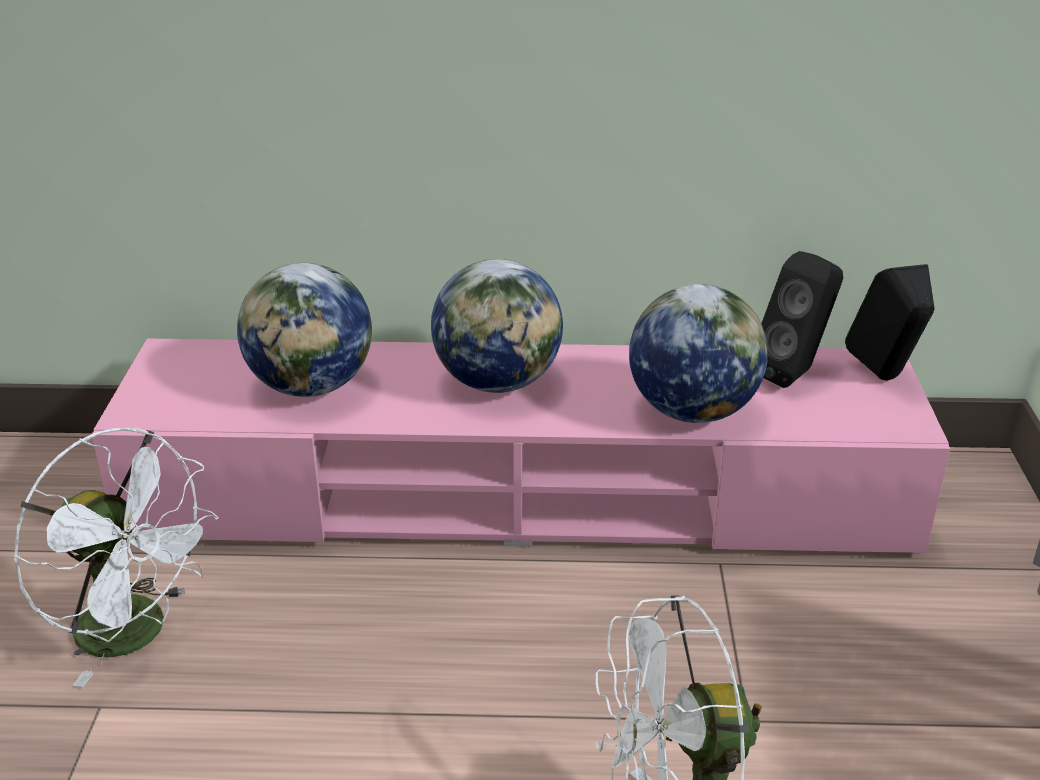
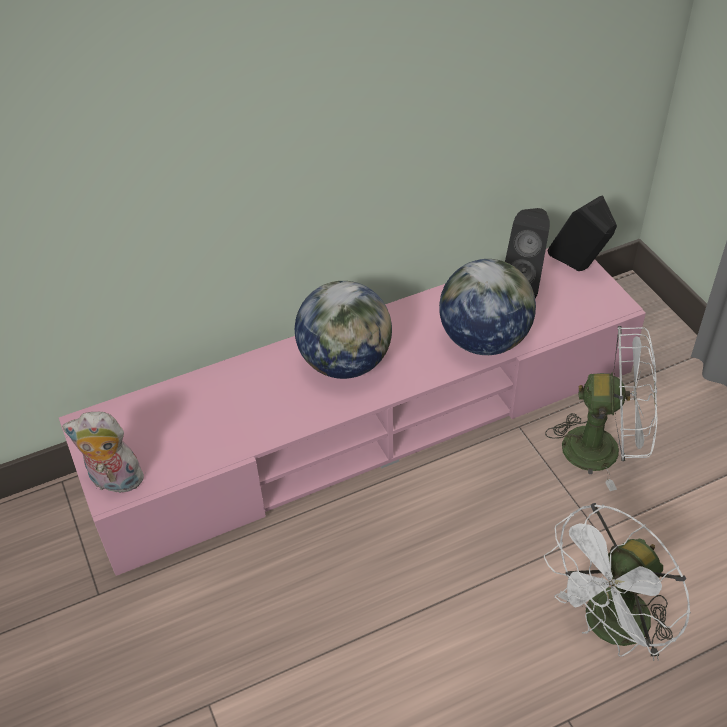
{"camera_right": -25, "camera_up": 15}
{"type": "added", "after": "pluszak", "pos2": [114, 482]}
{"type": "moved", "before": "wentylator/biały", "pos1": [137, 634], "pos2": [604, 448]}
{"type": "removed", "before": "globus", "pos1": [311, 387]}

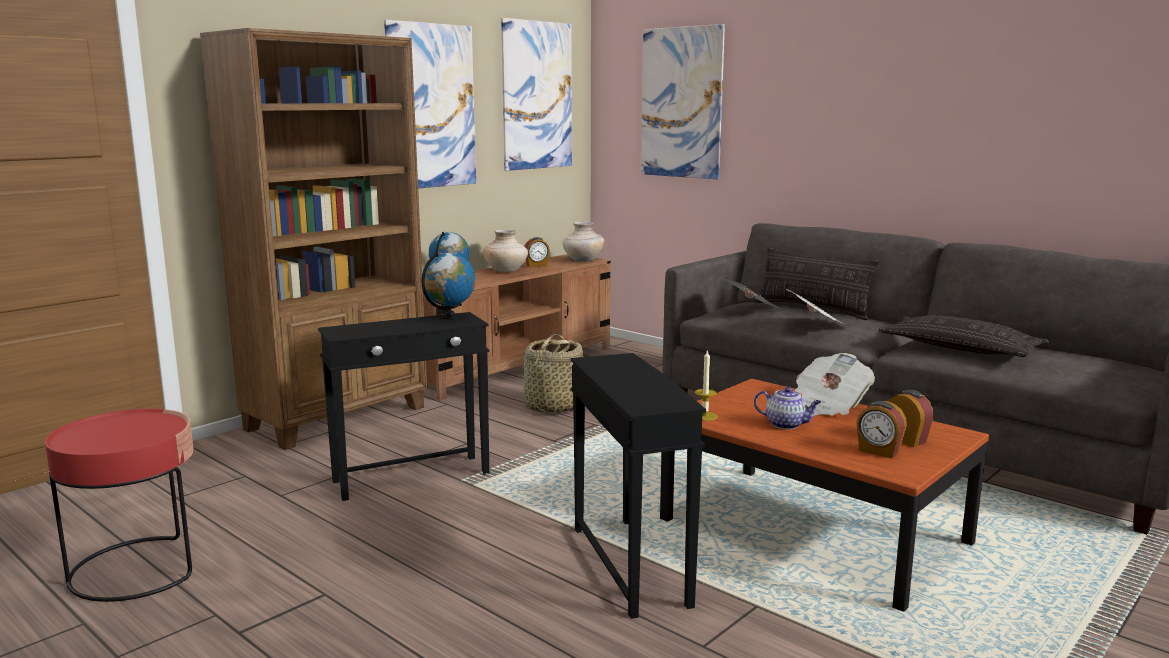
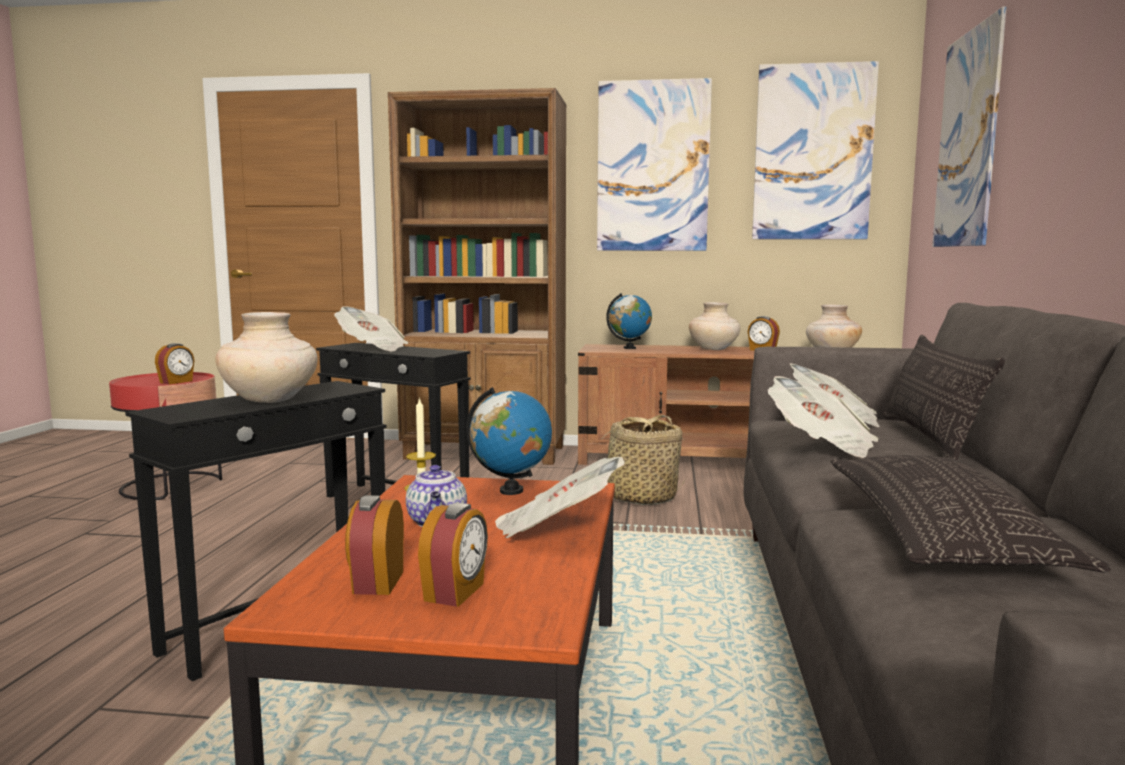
{"camera_right": 55, "camera_up": -5}
{"type": "added", "after": "budzik", "pos2": [176, 382]}
{"type": "added", "after": "wazon/beżowy", "pos2": [270, 400]}
{"type": "added", "after": "gazeta", "pos2": [372, 348]}
{"type": "moved", "before": "globus", "pos1": [450, 317], "pos2": [511, 491]}

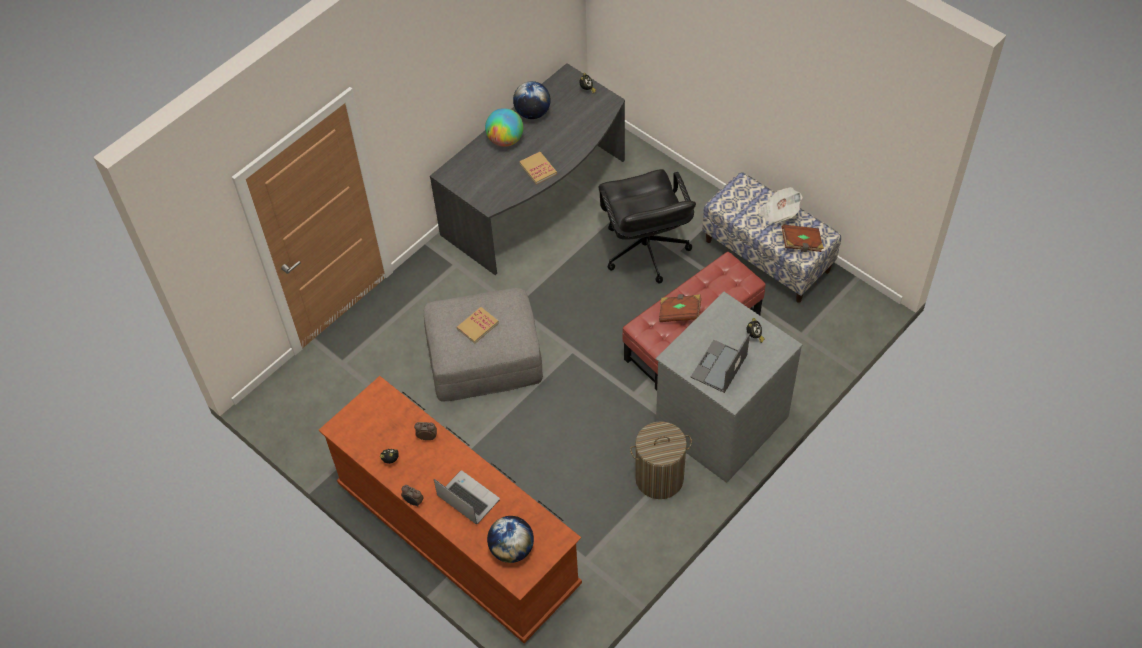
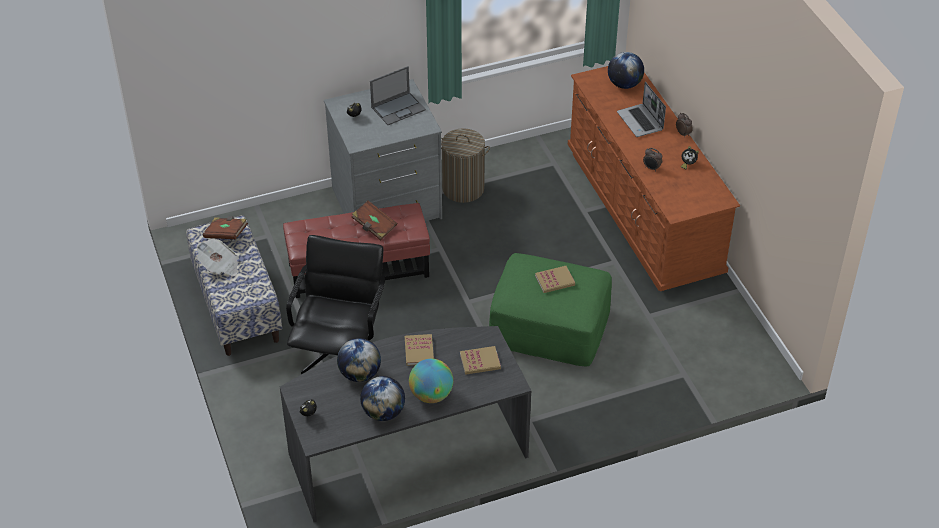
{"camera_right": -155, "camera_up": -10}
{"type": "added", "after": "globus", "pos2": [360, 374]}
{"type": "added", "after": "książka", "pos2": [480, 361]}
{"type": "recoloured", "before": "pufa/szary", "after": "pufa/zielony", "pos1": [484, 357], "pos2": [549, 326]}

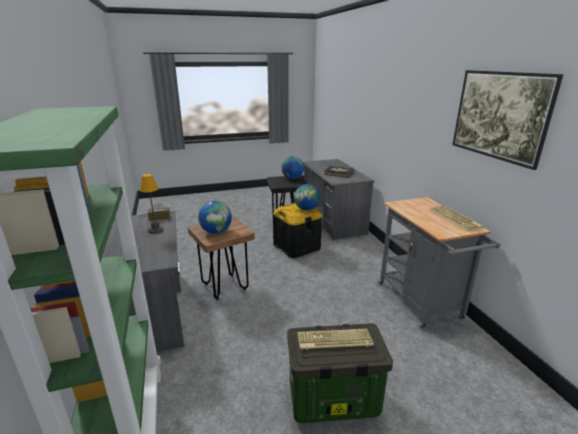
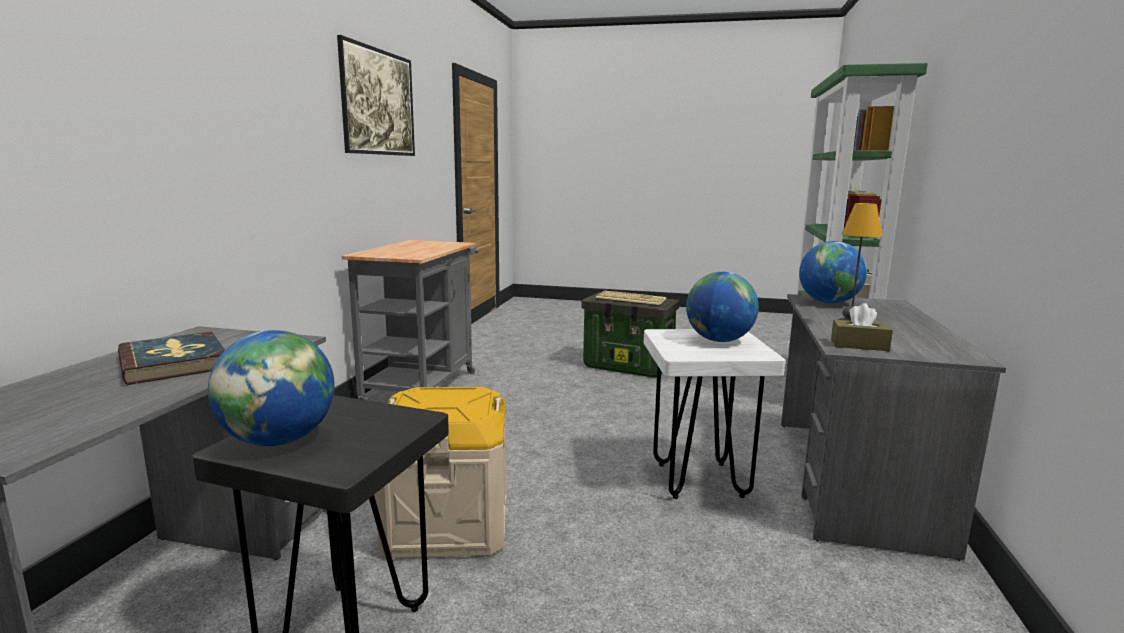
{"camera_right": -150, "camera_up": -10}
{"type": "recoloured", "before": "pojemnik do przechowywania/czarny", "after": "pojemnik do przechowywania/beżowy", "pos1": [297, 246], "pos2": [447, 523]}
{"type": "recoloured", "before": "stołek/brązowy", "after": "stołek/biały", "pos1": [225, 287], "pos2": [699, 480]}
{"type": "moved", "before": "globus", "pos1": [306, 209], "pos2": [828, 302]}
{"type": "removed", "before": "klawiatura", "pos1": [455, 218]}

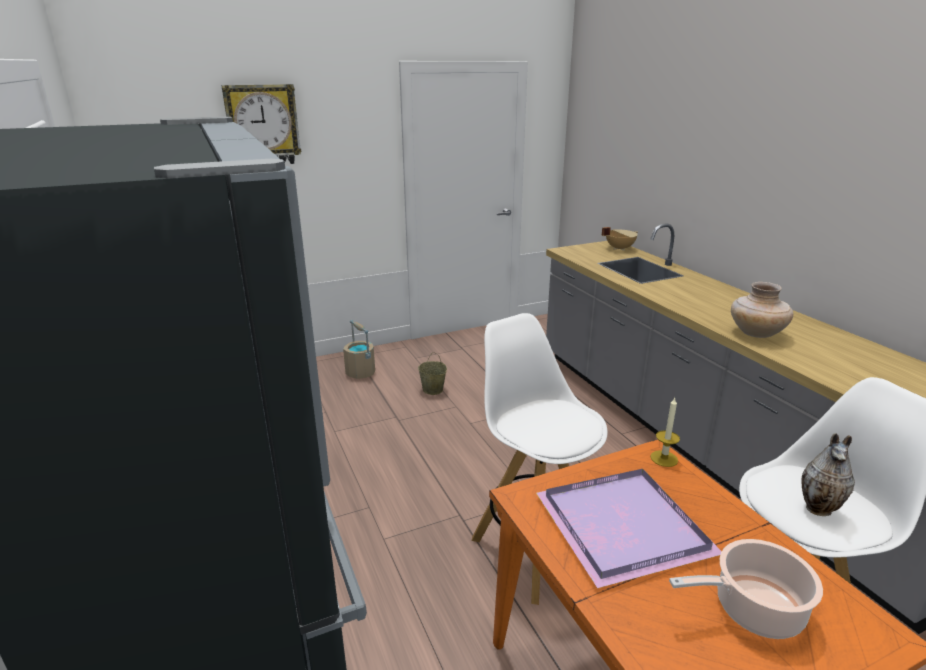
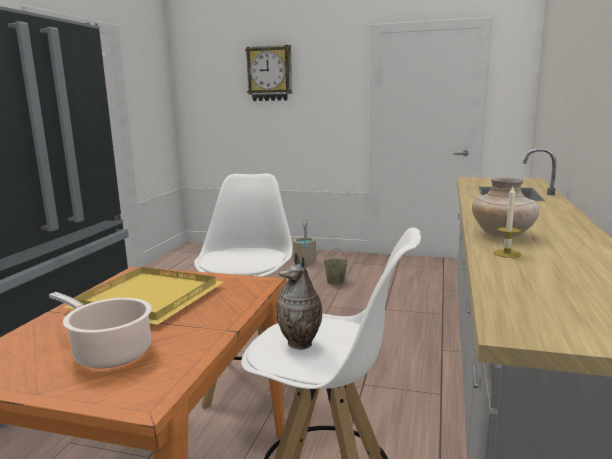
{"camera_right": 40, "camera_up": -10}
{"type": "recoloured", "before": "taca/fioletowy", "after": "taca/żółty", "pos1": [619, 525], "pos2": [148, 297]}
{"type": "moved", "before": "świeca", "pos1": [664, 458], "pos2": [507, 253]}
{"type": "removed", "before": "garnek/beżowy", "pos1": [619, 248]}

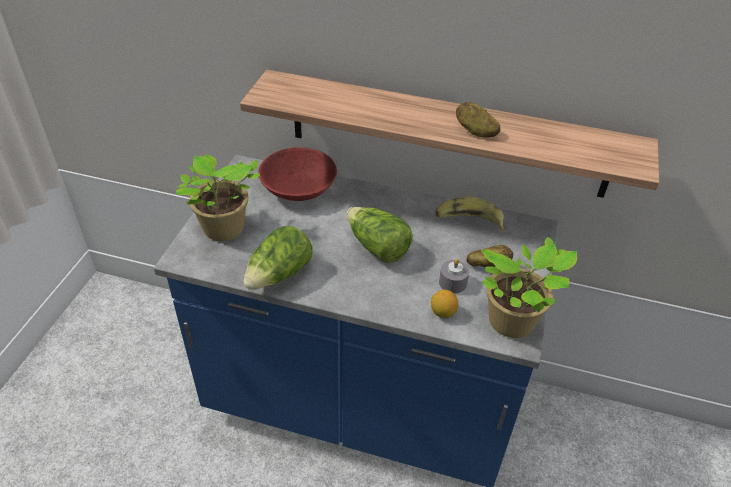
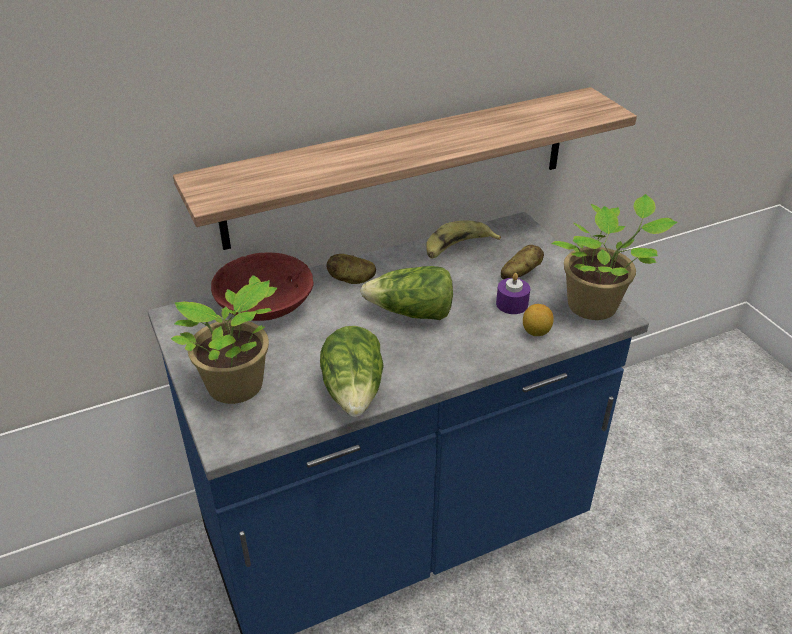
{"camera_right": -40, "camera_up": -5}
{"type": "moved", "before": "ziemniak", "pos1": [475, 131], "pos2": [351, 280]}
{"type": "recoloured", "before": "świeca/szary", "after": "świeca/fioletowy", "pos1": [452, 282], "pos2": [512, 304]}

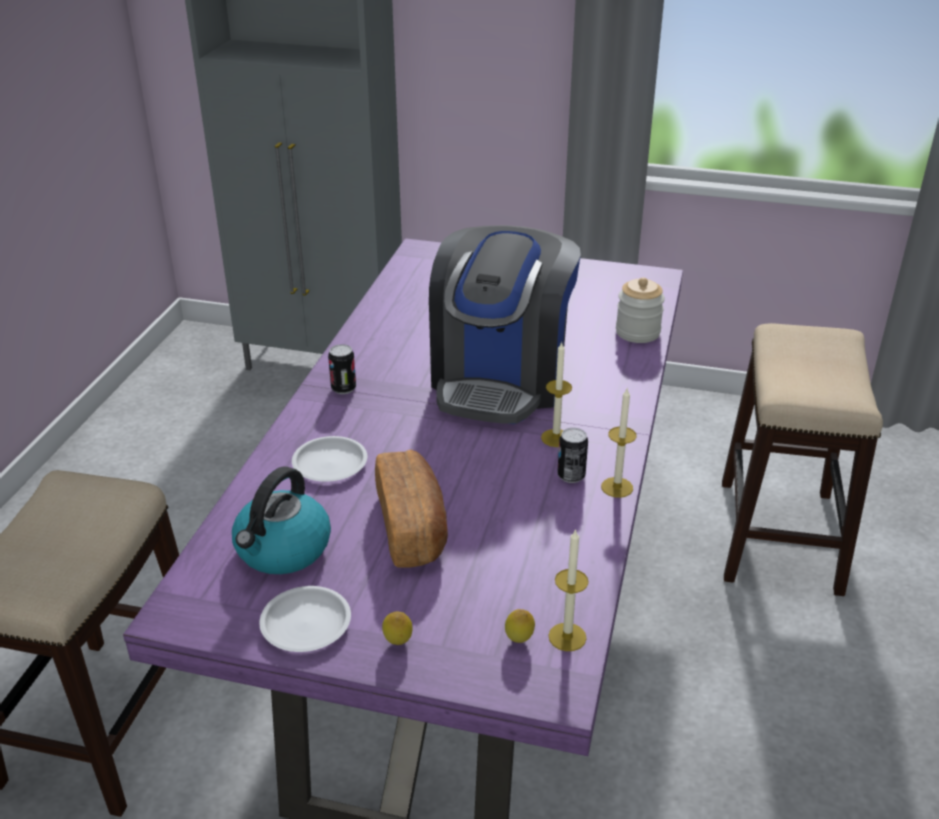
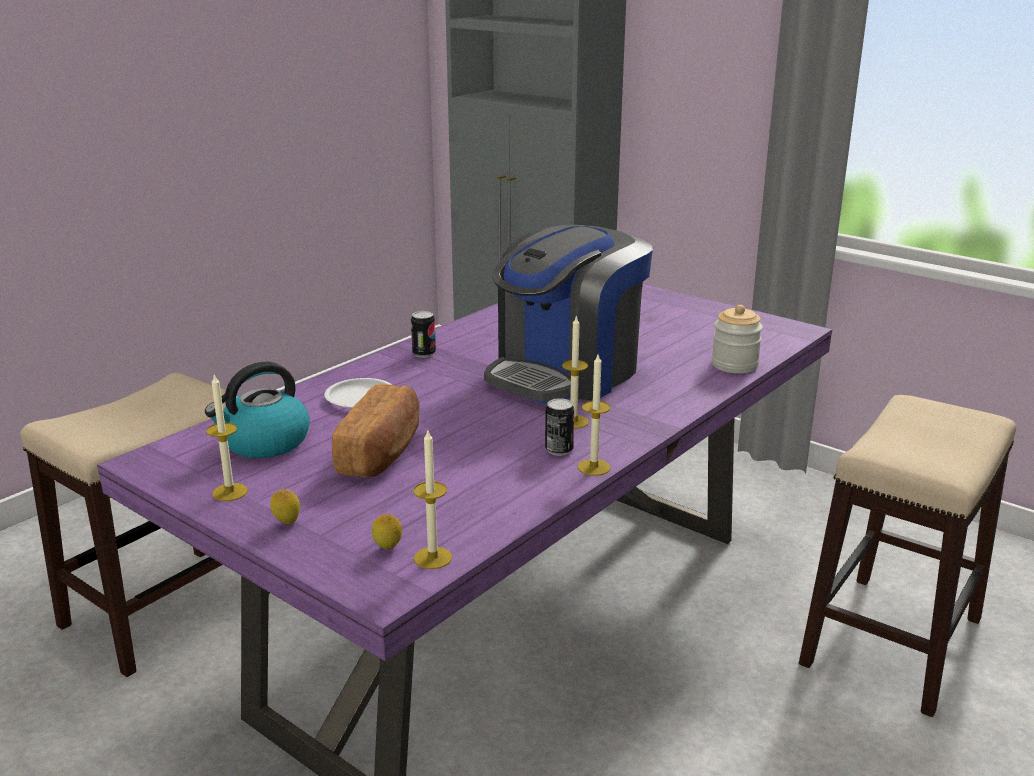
{"camera_right": 25, "camera_up": -10}
{"type": "replaced", "before": "talerz/biały", "after": "świeca", "pos1": [305, 624], "pos2": [230, 492]}

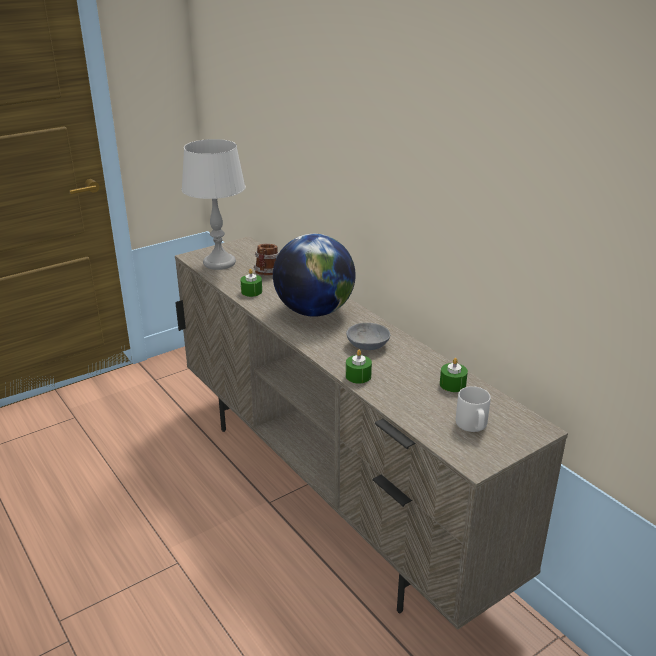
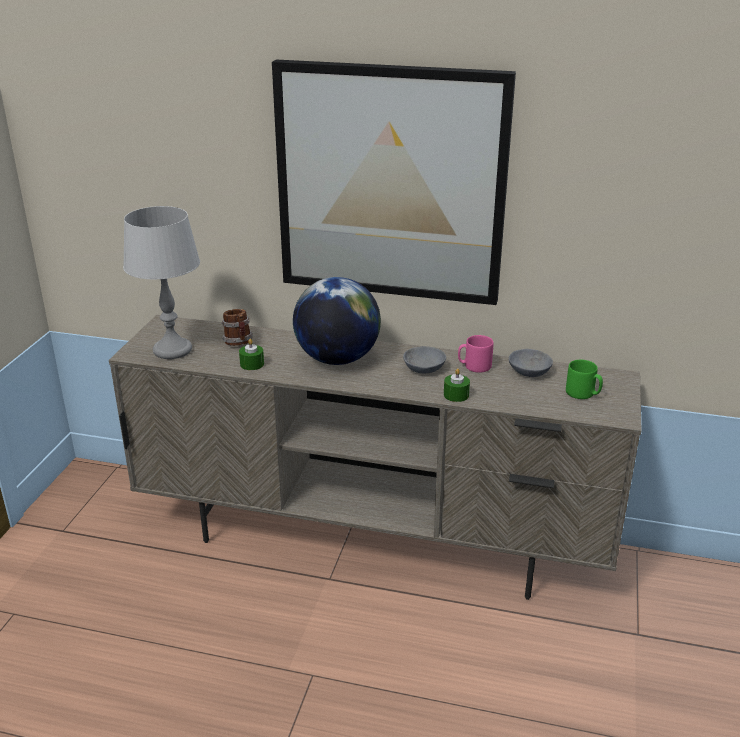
{"camera_right": -40, "camera_up": 0}
{"type": "added", "after": "obraz", "pos2": [390, 184]}
{"type": "added", "after": "kubek/różowy", "pos2": [474, 366]}
{"type": "replaced", "before": "świeca/zielony", "after": "miska/szary", "pos1": [452, 384], "pos2": [528, 371]}
{"type": "recoloured", "before": "kubek/szary", "after": "kubek/zielony", "pos1": [472, 425], "pos2": [583, 394]}

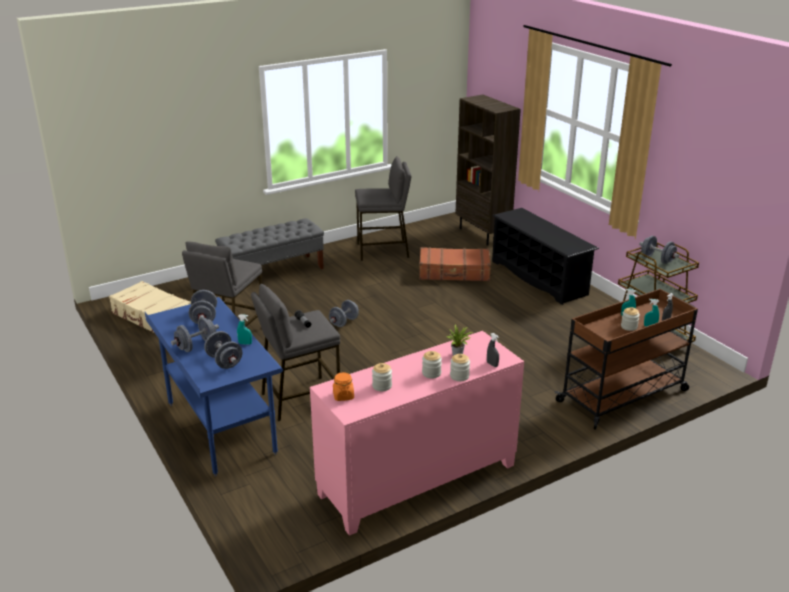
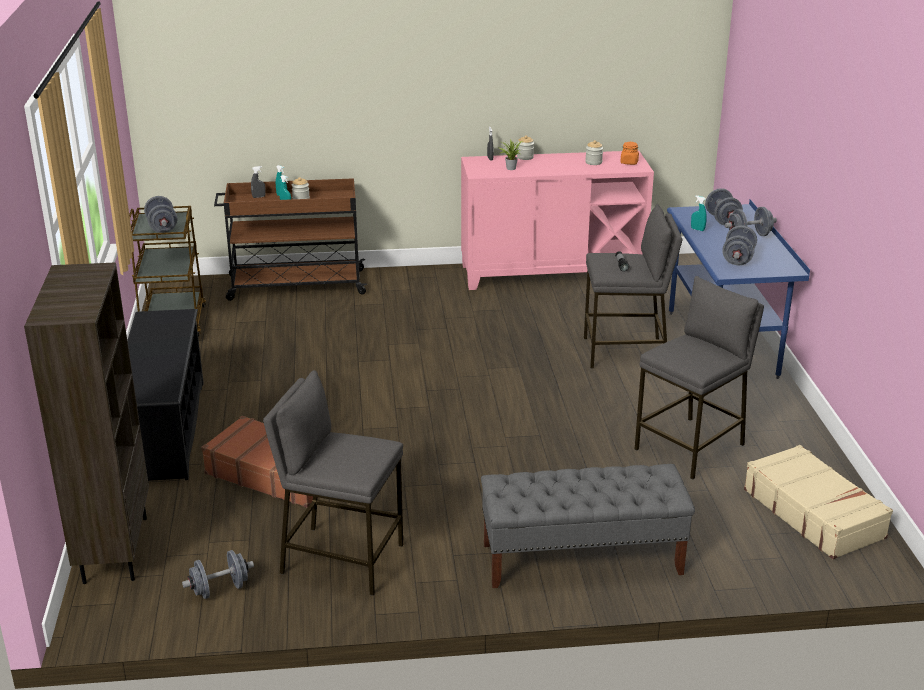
{"camera_right": -155, "camera_up": 0}
{"type": "moved", "before": "hantel/szary", "pos1": [344, 322], "pos2": [220, 589]}
{"type": "removed", "before": "słoik", "pos1": [431, 373]}

